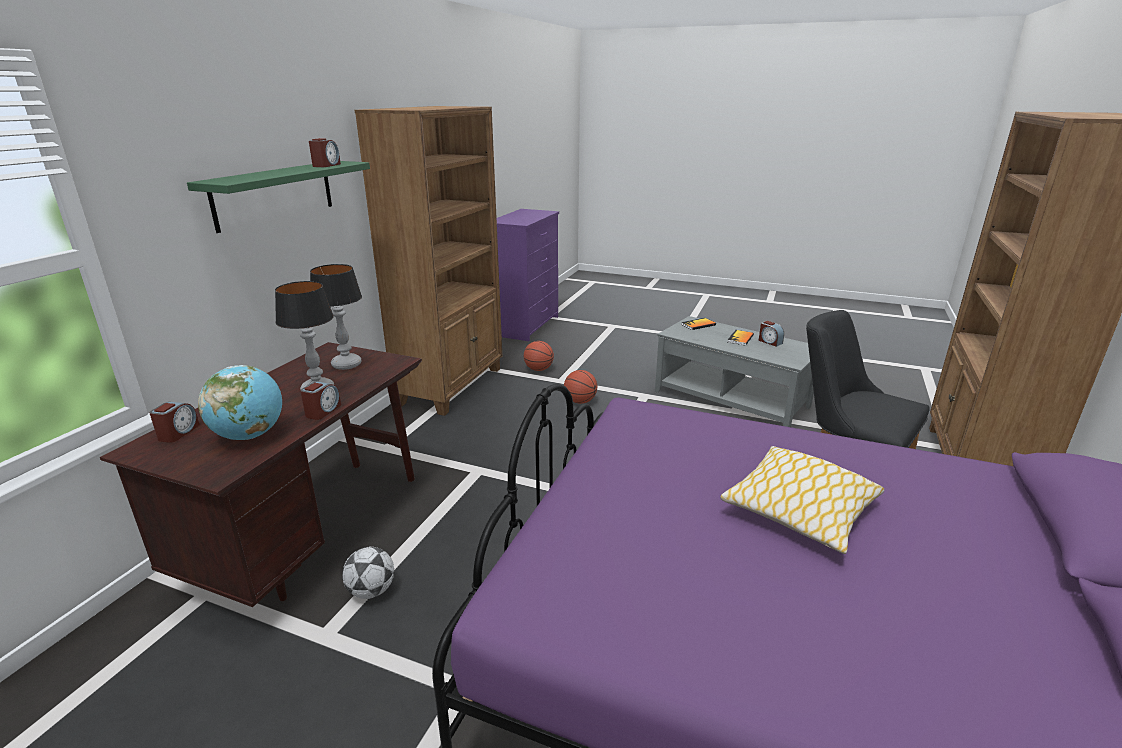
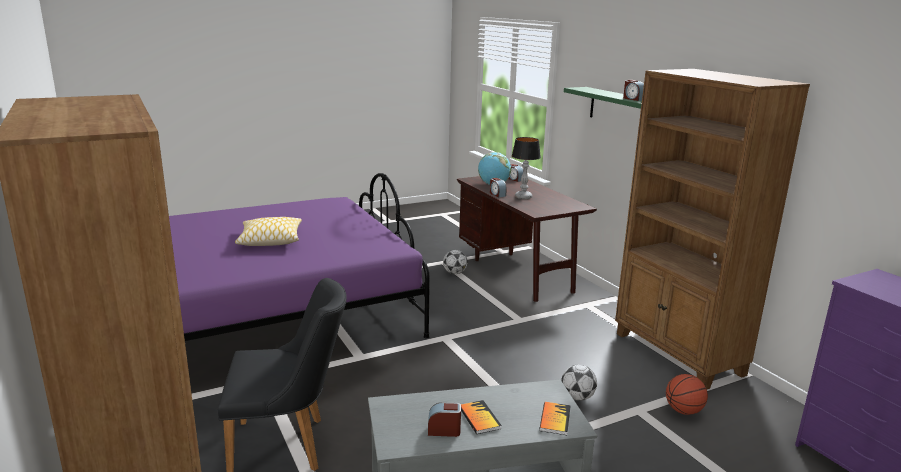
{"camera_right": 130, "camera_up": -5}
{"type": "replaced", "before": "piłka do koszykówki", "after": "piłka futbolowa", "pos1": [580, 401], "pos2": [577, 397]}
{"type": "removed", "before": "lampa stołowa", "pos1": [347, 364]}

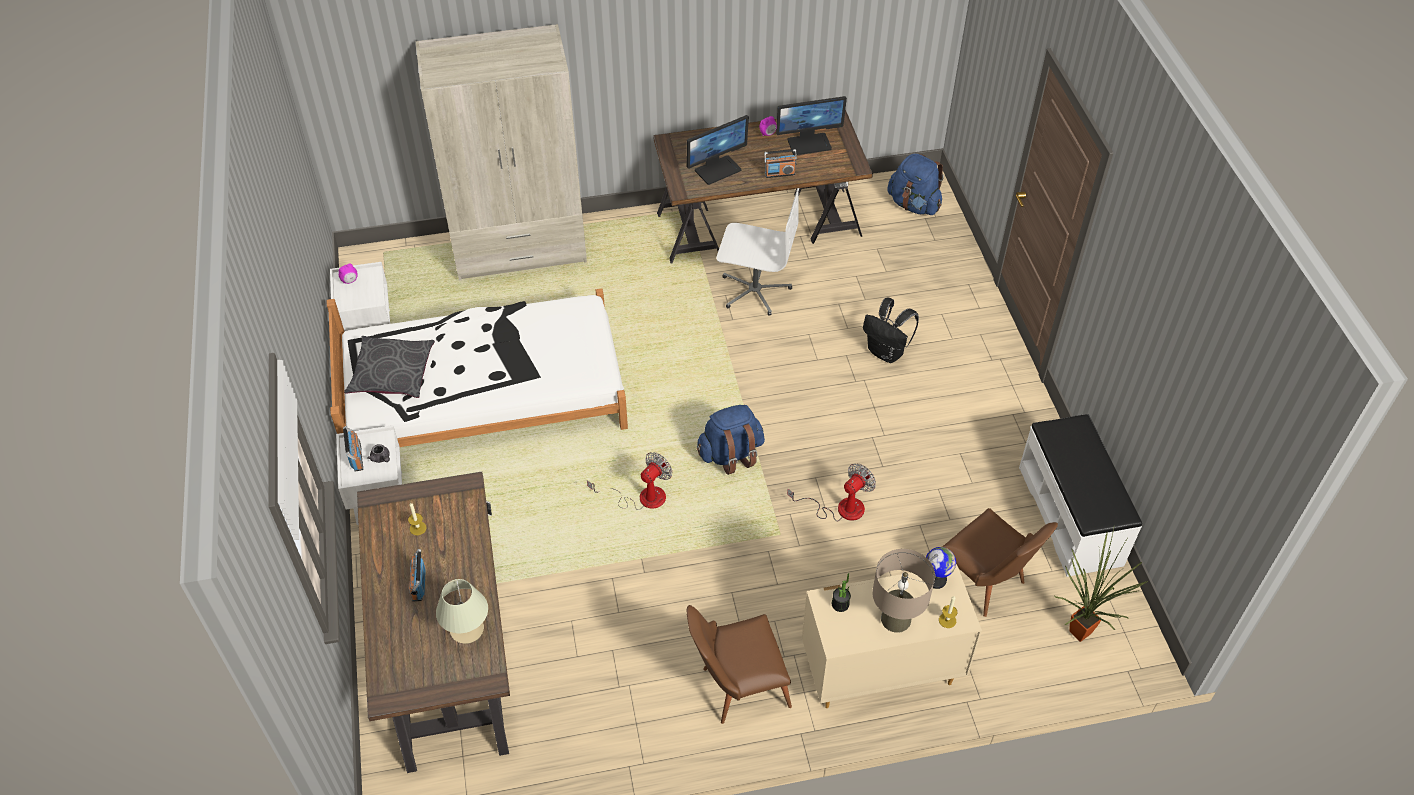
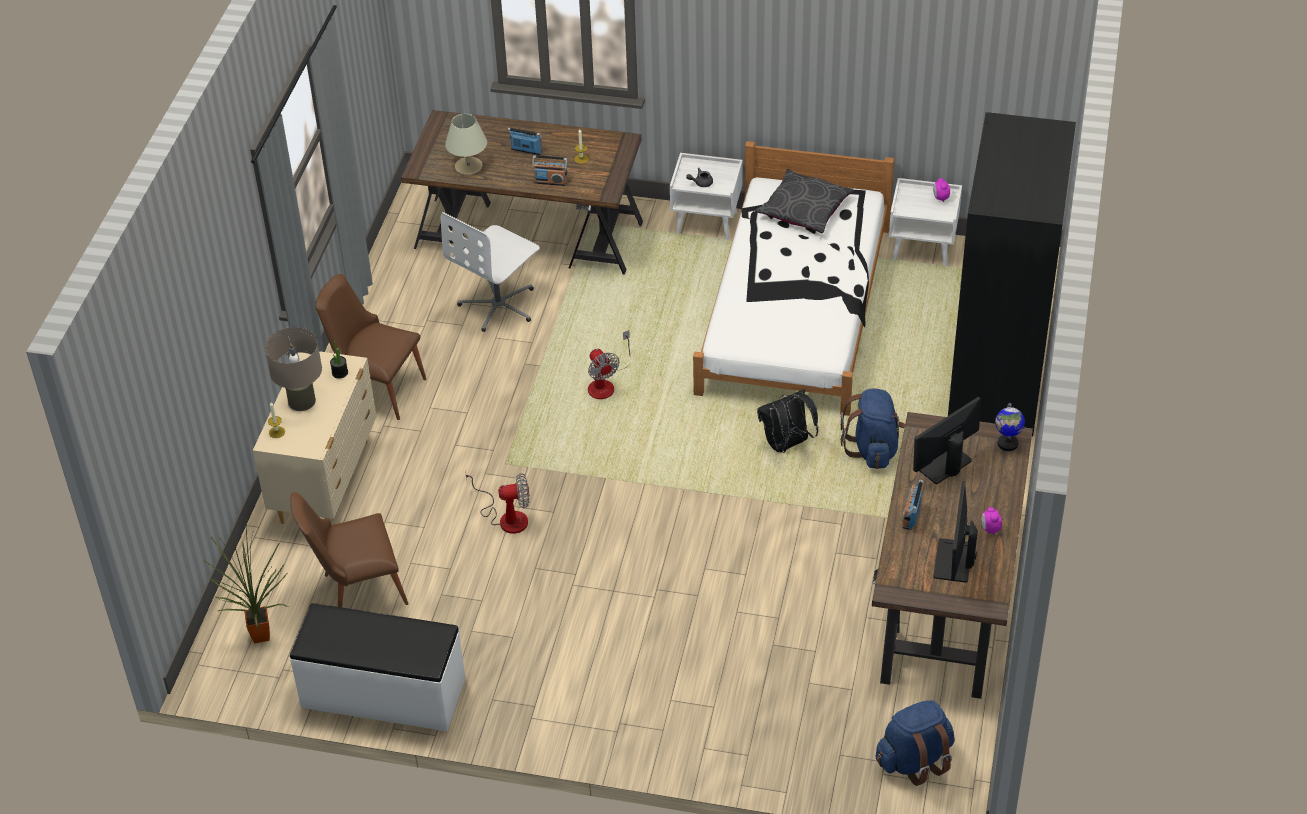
{"camera_right": 115, "camera_up": -5}
{"type": "turned", "before": "krzesło/brązowy", "pos1": [736, 687], "pos2": [376, 387], "turn": -75}
{"type": "moved", "before": "krzesło biurowe/biały", "pos1": [754, 290], "pos2": [499, 305]}
{"type": "turned", "before": "wentylator", "pos1": [840, 508], "pos2": [506, 517], "turn": -75}
{"type": "moved", "before": "radio", "pos1": [356, 457], "pos2": [550, 181]}
{"type": "moved", "before": "plecak/czarny", "pos1": [886, 352], "pos2": [787, 445]}
{"type": "moved", "before": "plecak/niebieski", "pos1": [731, 454], "pos2": [873, 449]}
{"type": "turned", "before": "monitor", "pos1": [717, 169], "pos2": [943, 464], "turn": 60}
{"type": "recoloured", "before": "szafa/beżowy", "after": "szafa/czarny", "pos1": [520, 248], "pos2": [996, 378]}
{"type": "moved", "before": "globus", "pos1": [936, 579], "pos2": [1007, 444]}

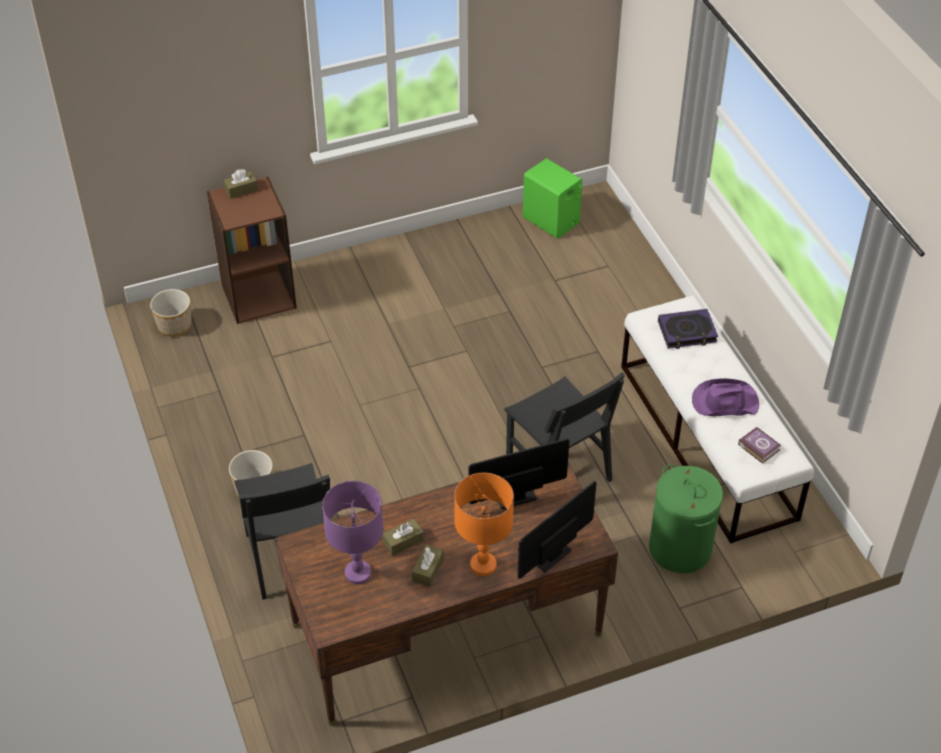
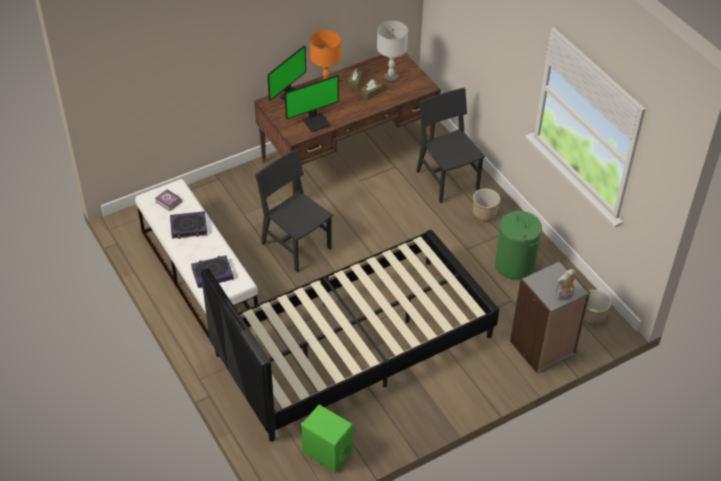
{"camera_right": 170, "camera_up": 0}
{"type": "replaced", "before": "kapelusz/fioletowy", "after": "książka", "pos1": [724, 402], "pos2": [189, 227]}
{"type": "added", "after": "łóżko/czarny", "pos2": [354, 345]}
{"type": "recoloured", "before": "lampa stołowa/fioletowy", "after": "lampa stołowa/szary", "pos1": [358, 574], "pos2": [390, 77]}
{"type": "moved", "before": "kosz na pranie/zielony", "pos1": [679, 548], "pos2": [515, 265]}
{"type": "recoloured", "before": "regał/brązowy", "after": "regał/szary", "pos1": [258, 295], "pos2": [543, 348]}
{"type": "replaced", "before": "pudełko chusteczek/brązowy", "after": "pluszak", "pos1": [241, 190], "pos2": [564, 296]}

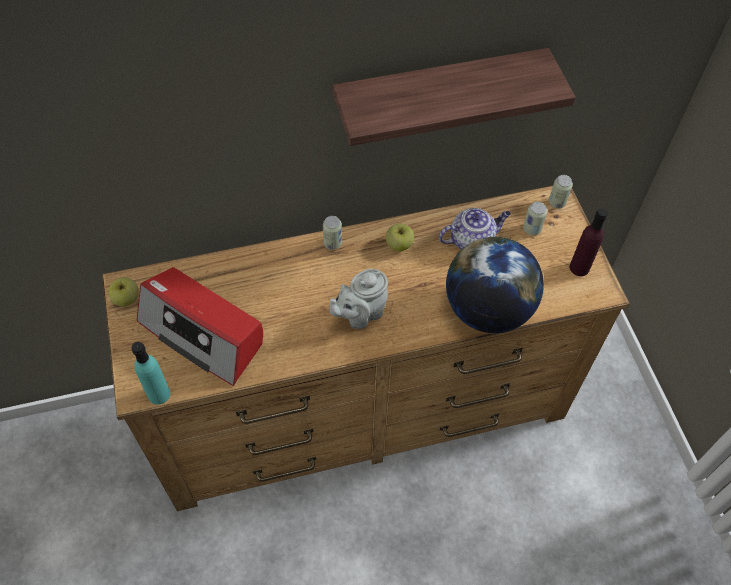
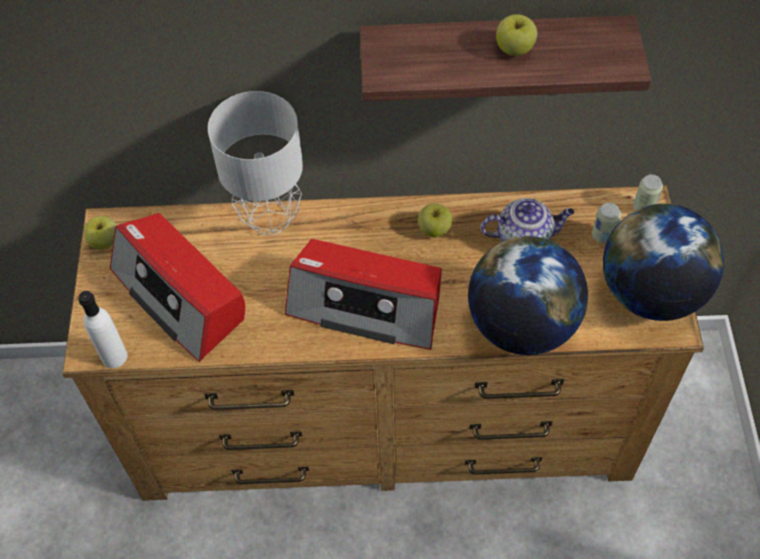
{"camera_right": 15, "camera_up": 0}
{"type": "recoloured", "before": "butelka/turkusowy", "after": "butelka/biały", "pos1": [159, 394], "pos2": [114, 356]}
{"type": "added", "after": "lampa stołowa/szary", "pos2": [271, 217]}
{"type": "replaced", "before": "imbryk/szary", "after": "radio", "pos1": [360, 314], "pos2": [367, 304]}
{"type": "added", "after": "jabłko", "pos2": [515, 49]}
{"type": "replaced", "before": "butelka/fioletowy", "after": "globus", "pos1": [579, 268], "pos2": [650, 293]}
{"type": "removed", "before": "puszka", "pos1": [332, 243]}

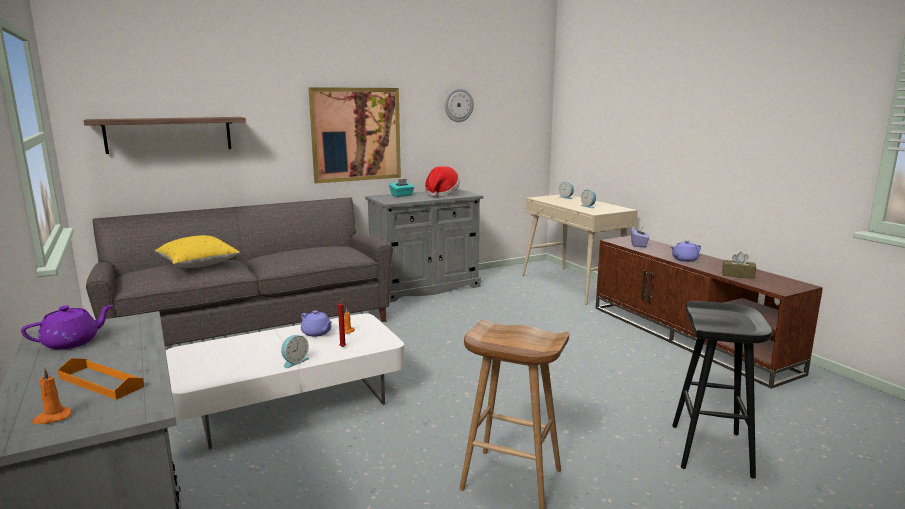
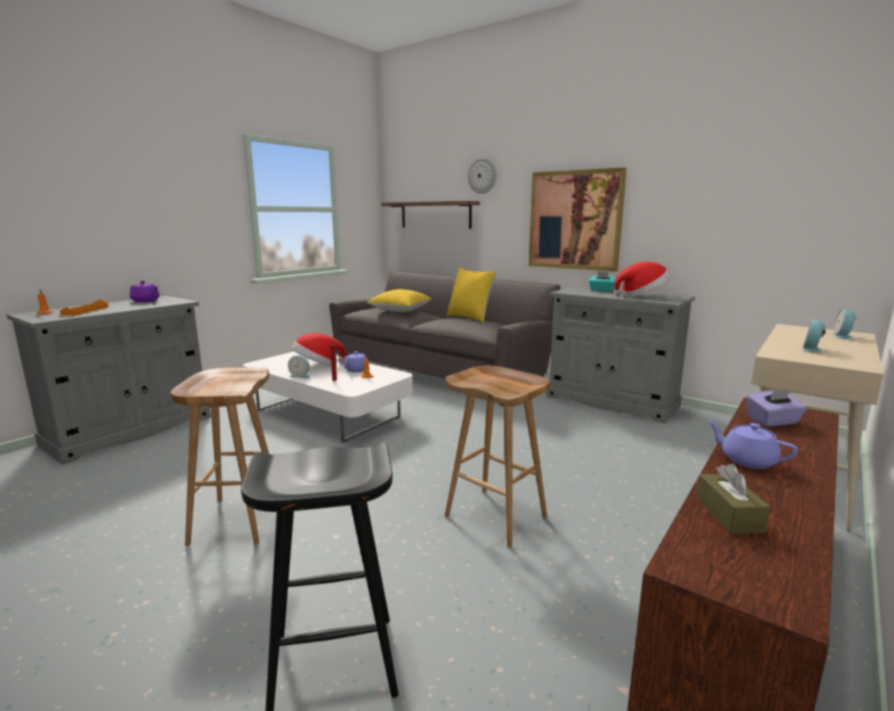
{"camera_right": 65, "camera_up": 0}
{"type": "added", "after": "kapelusz", "pos2": [318, 366]}
{"type": "added", "after": "stołek/brązowy", "pos2": [497, 516]}
{"type": "added", "after": "poduszka/żółty", "pos2": [470, 317]}
{"type": "moved", "before": "zegar ścienny", "pos1": [458, 105], "pos2": [482, 176]}

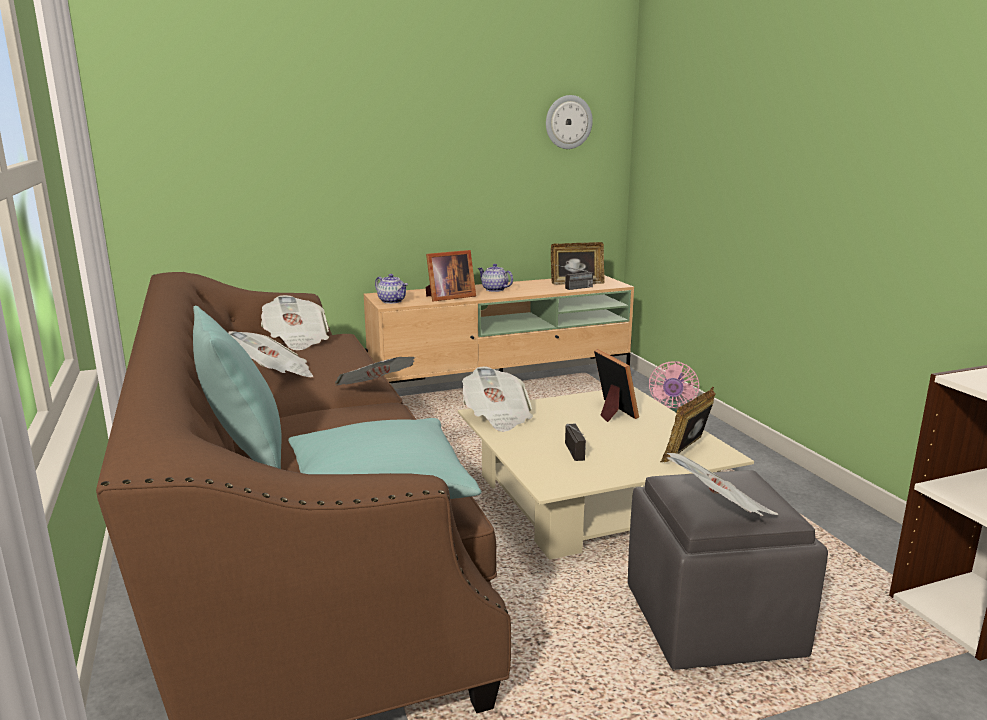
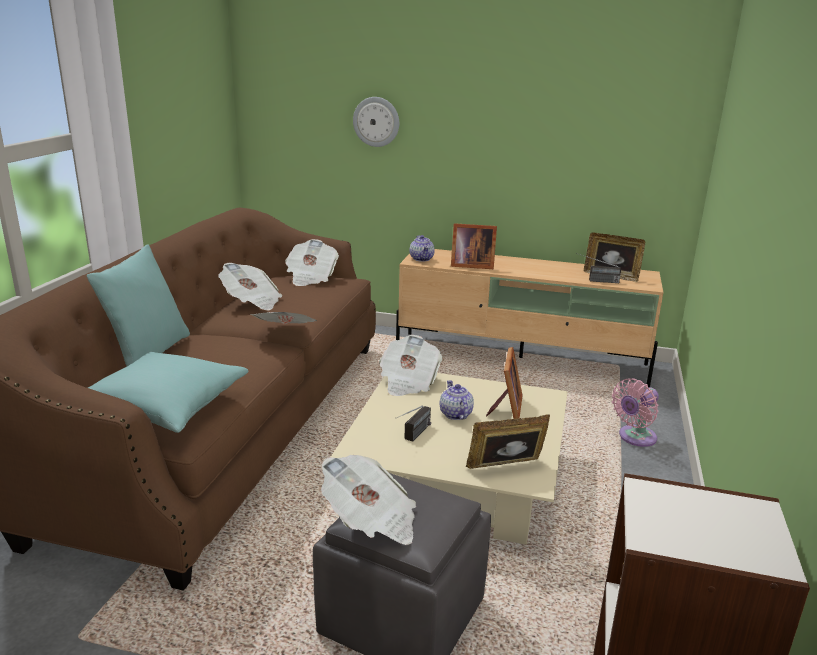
{"camera_right": 35, "camera_up": 5}
{"type": "moved", "before": "zegar ścienny", "pos1": [568, 122], "pos2": [376, 121]}
{"type": "moved", "before": "imbryk", "pos1": [494, 289], "pos2": [455, 414]}

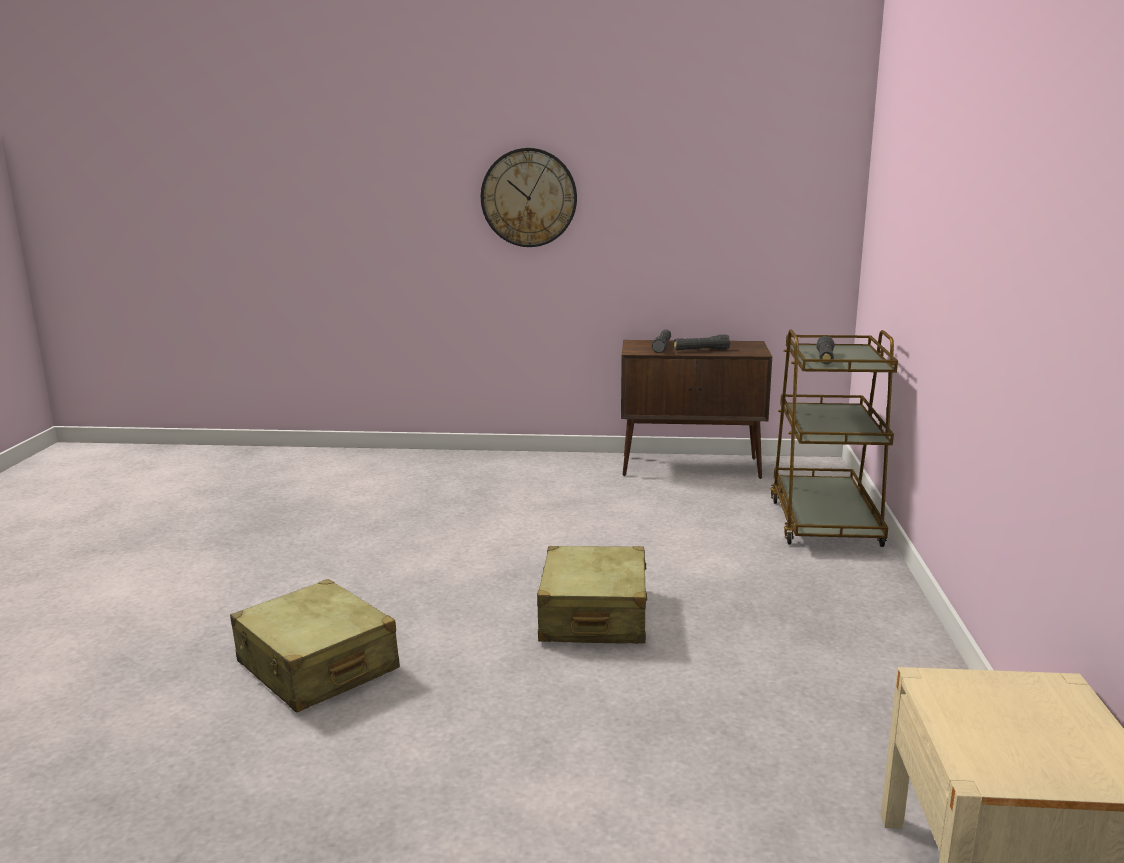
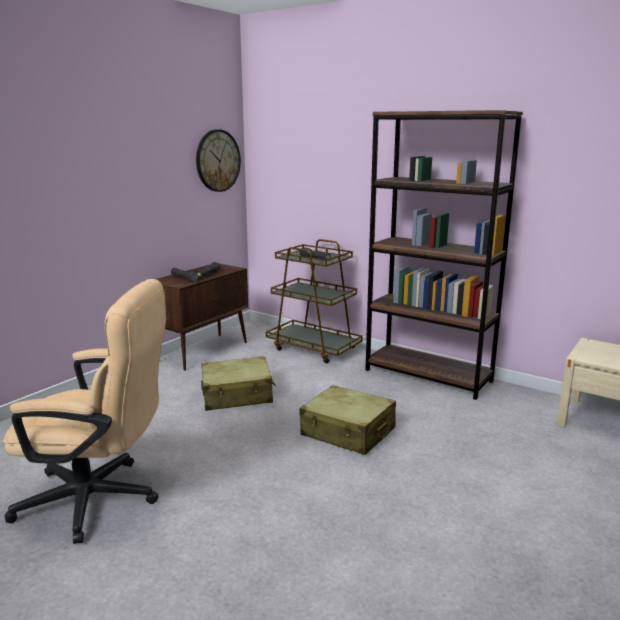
{"camera_right": -60, "camera_up": 0}
{"type": "added", "after": "krzesło biurowe/beżowy", "pos2": [101, 500]}
{"type": "moved", "before": "zegar ścienny", "pos1": [529, 197], "pos2": [218, 160]}
{"type": "moved", "before": "walizka/beżowy", "pos1": [317, 666], "pos2": [237, 395]}
{"type": "added", "after": "regał/brązowy", "pos2": [428, 376]}

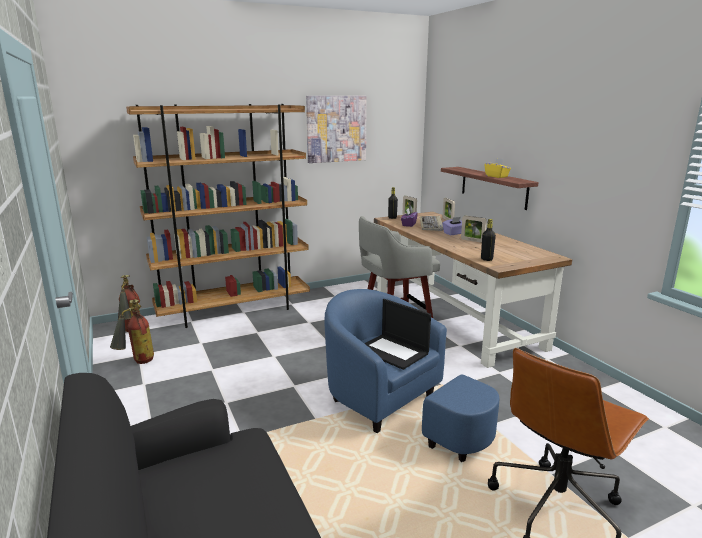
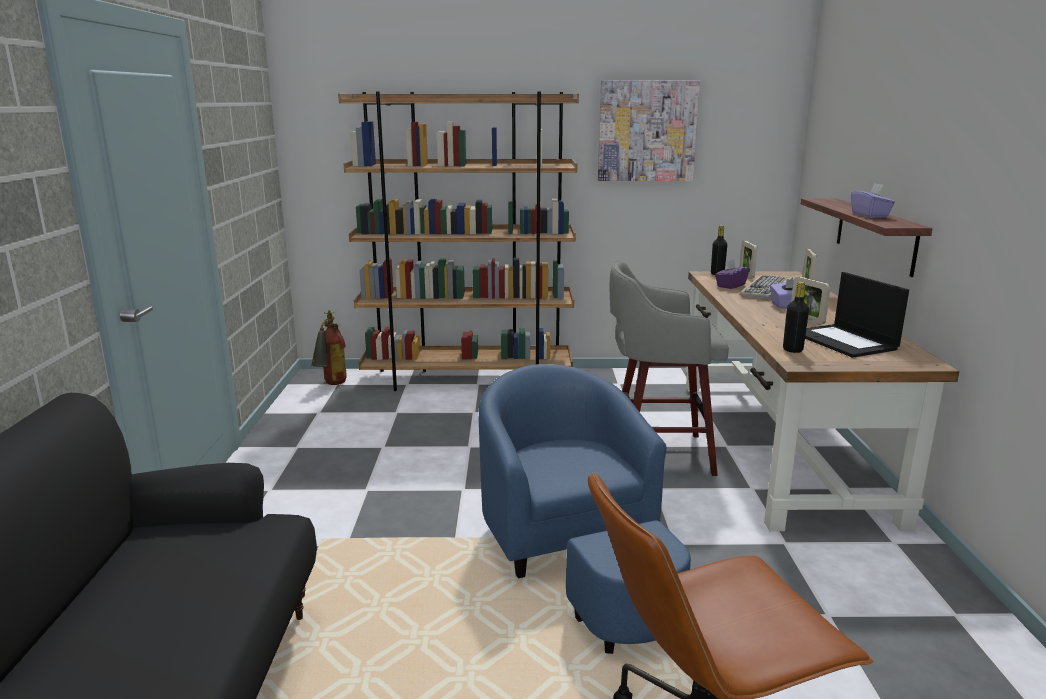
{"camera_right": 25, "camera_up": 0}
{"type": "moved", "before": "laptop", "pos1": [393, 351], "pos2": [845, 341]}
{"type": "recoloured", "before": "pudełko chusteczek/żółty", "after": "pudełko chusteczek/fioletowy", "pos1": [496, 176], "pos2": [870, 215]}
{"type": "removed", "before": "gaśnica", "pos1": [136, 363]}

